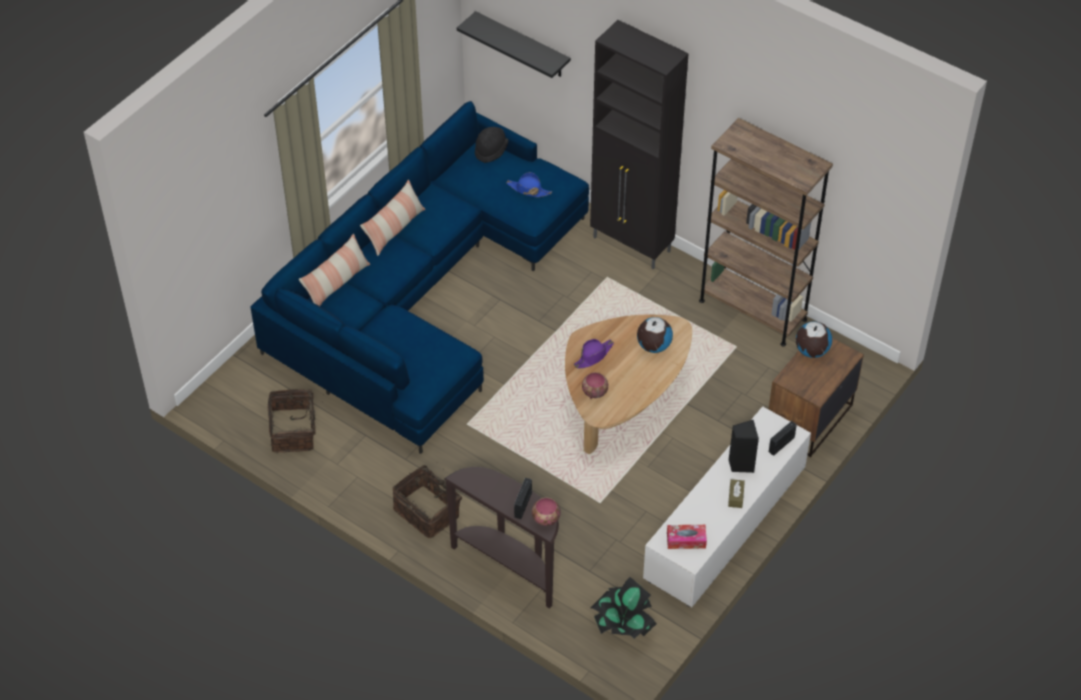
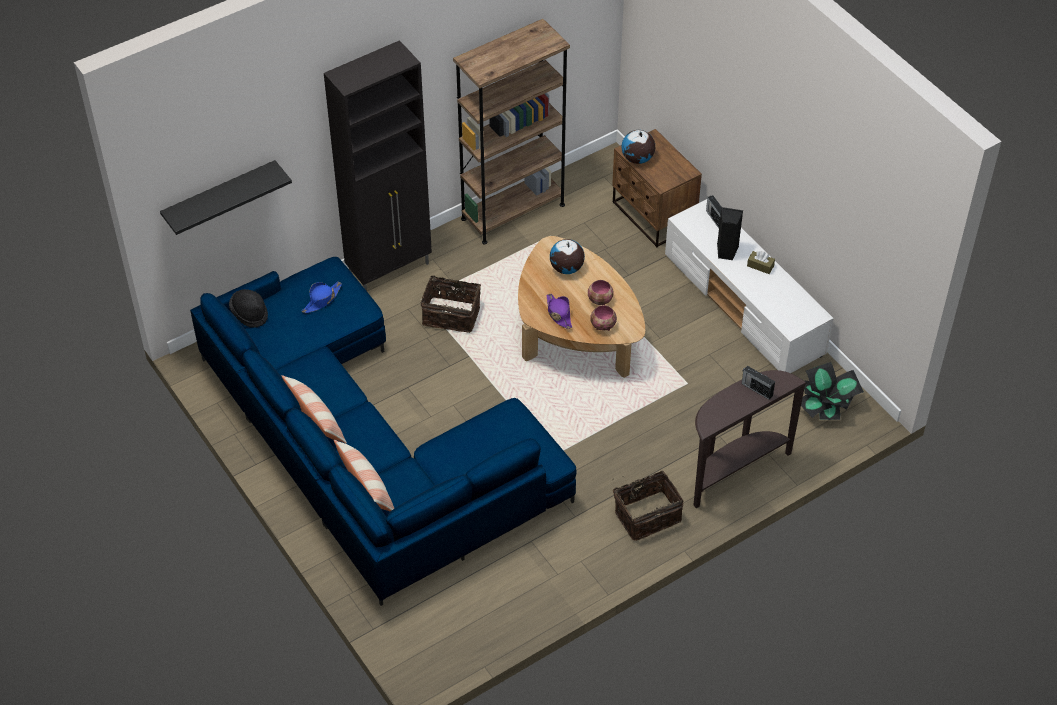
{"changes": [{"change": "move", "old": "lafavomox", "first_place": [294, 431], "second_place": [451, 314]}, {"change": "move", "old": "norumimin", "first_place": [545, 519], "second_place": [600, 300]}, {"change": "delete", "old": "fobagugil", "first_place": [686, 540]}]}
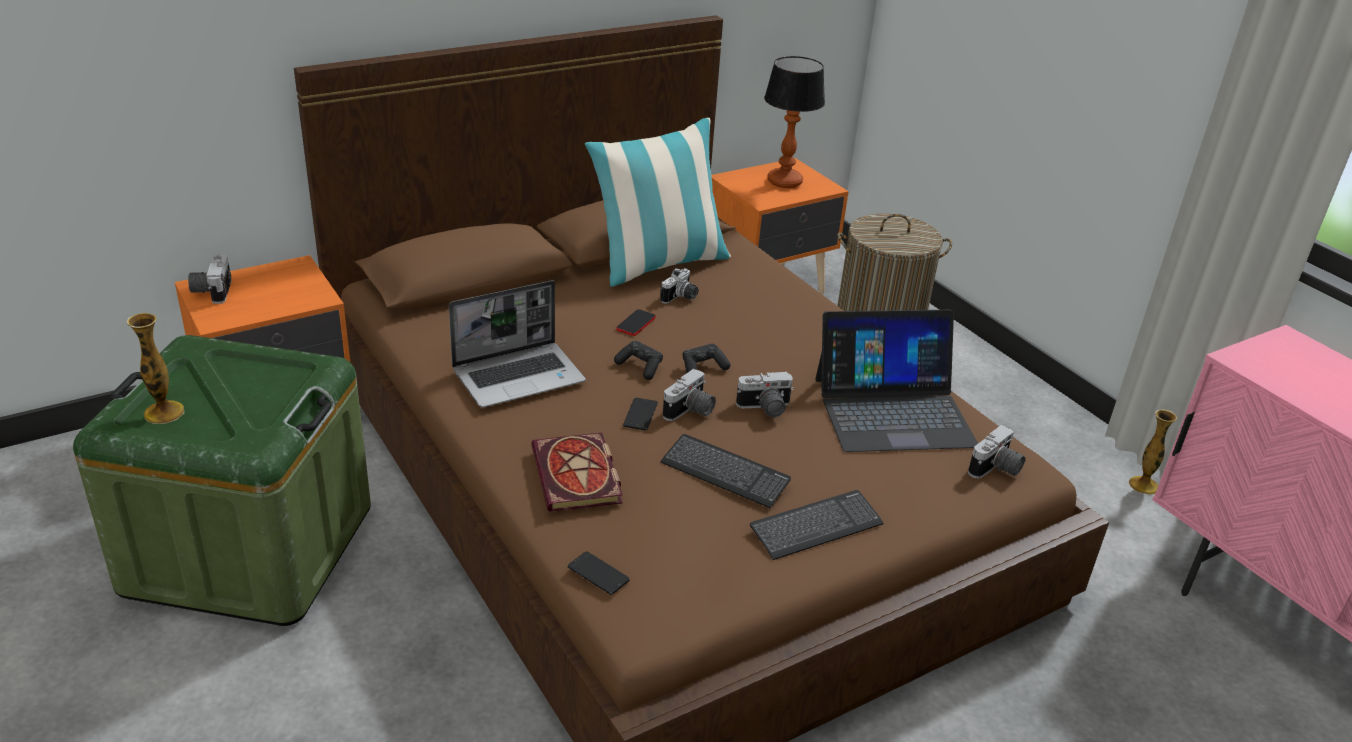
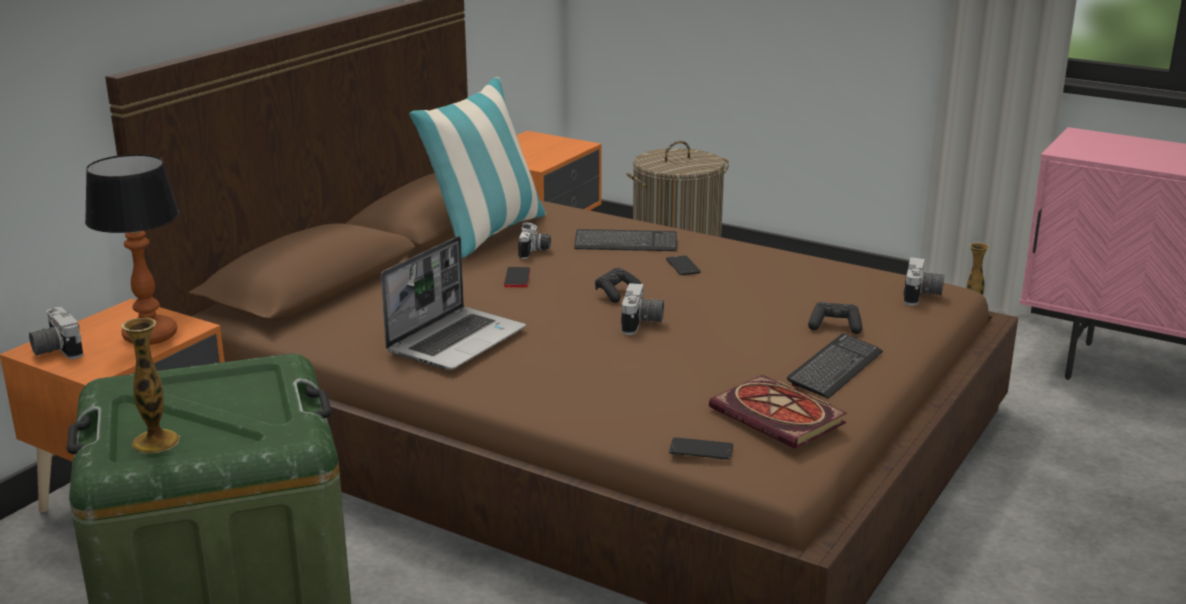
{"changes": [{"change": "move", "old": "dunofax", "first_place": [579, 477], "second_place": [781, 417]}, {"change": "move", "old": "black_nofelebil", "first_place": [640, 367], "second_place": [835, 327]}, {"change": "move", "old": "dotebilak", "first_place": [640, 414], "second_place": [683, 266]}, {"change": "move", "old": "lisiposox", "first_place": [725, 473], "second_place": [625, 243]}, {"change": "delete", "old": "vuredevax", "first_place": [765, 408]}, {"change": "move", "old": "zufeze", "first_place": [785, 182], "second_place": [151, 336]}, {"change": "delete", "old": "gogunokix", "first_place": [893, 411]}]}
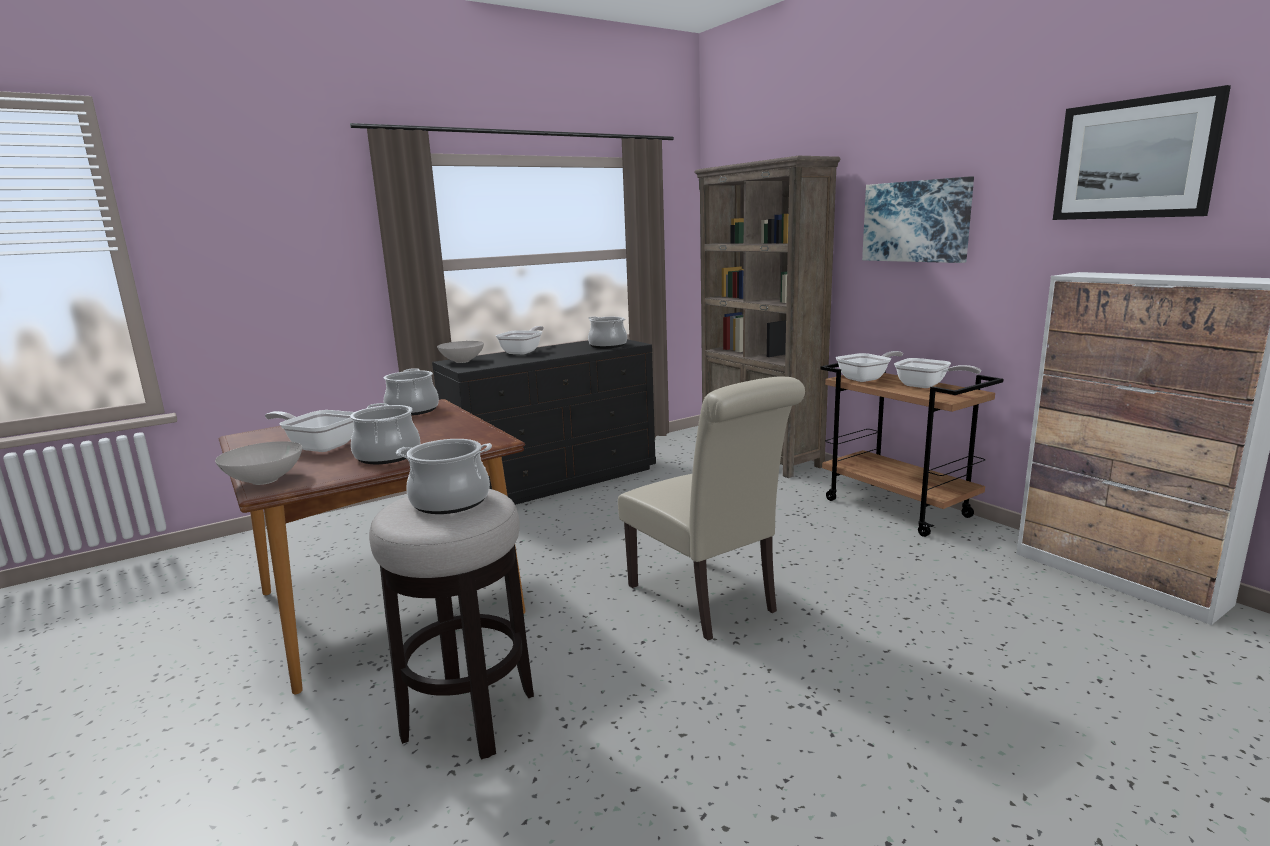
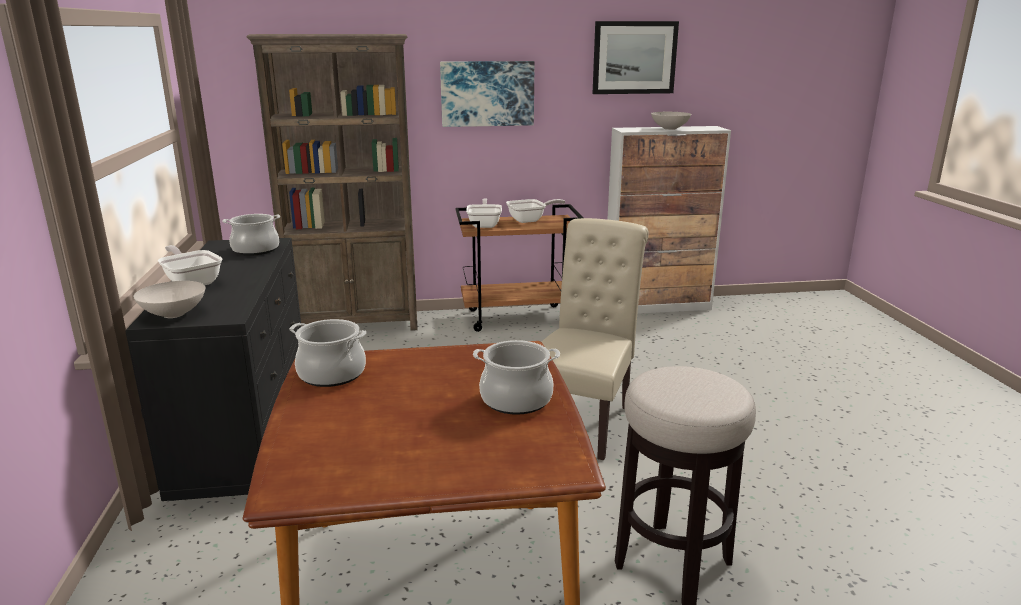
{"changes": [{"change": "move", "old": "white_norumimin", "first_place": [266, 480], "second_place": [670, 128]}, {"change": "delete", "old": "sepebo", "first_place": [319, 446]}, {"change": "delete", "old": "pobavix", "first_place": [450, 502]}, {"change": "rotate", "old": "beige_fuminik", "first_place": [707, 601], "second_place": [583, 420], "degrees": -60}]}
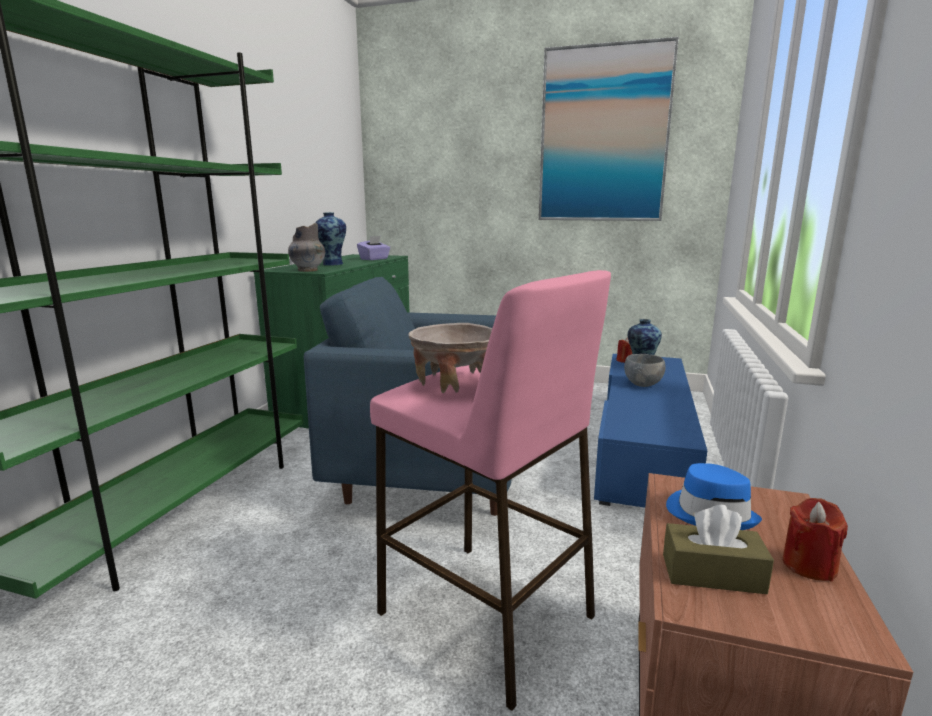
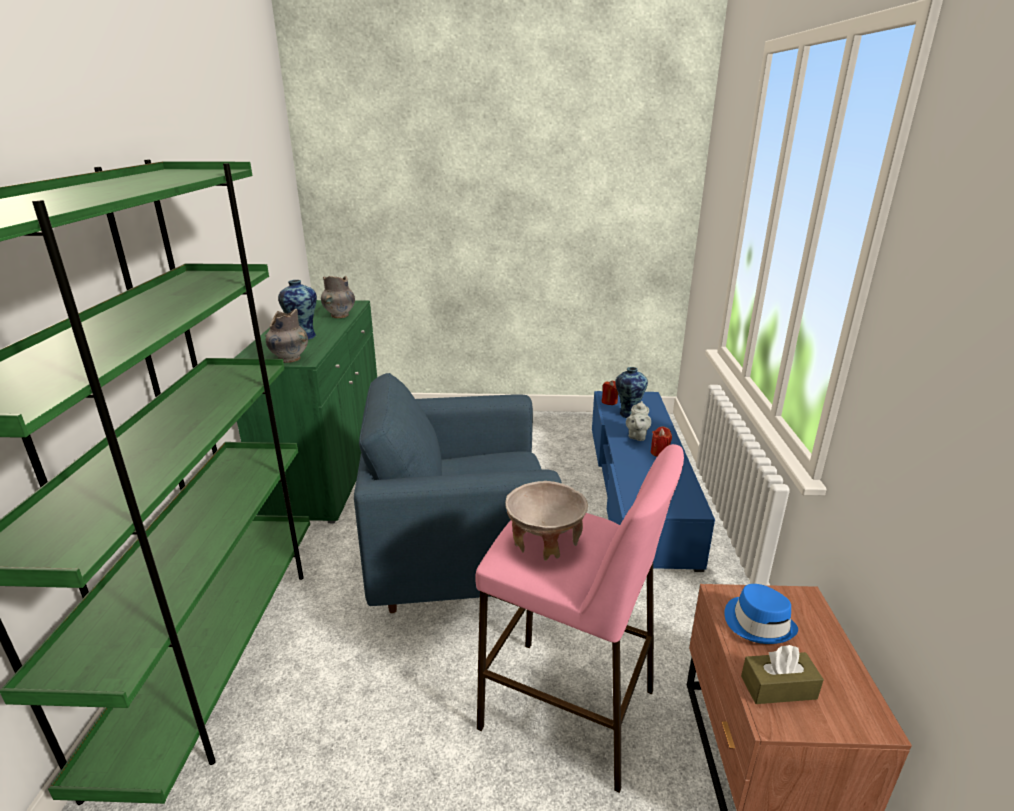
{"changes": [{"change": "replace", "old": "purple_fobagugil", "new": "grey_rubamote", "first_place": [374, 259], "second_place": [340, 315]}, {"change": "delete", "old": "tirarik", "first_place": [603, 135]}, {"change": "replace", "old": "grey_norumimin", "new": "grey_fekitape", "first_place": [643, 384], "second_place": [637, 436]}, {"change": "move", "old": "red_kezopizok", "first_place": [809, 565], "second_place": [659, 452]}]}
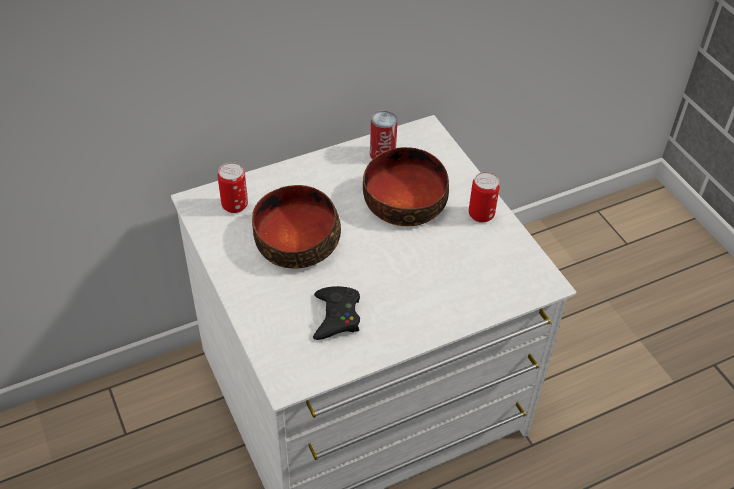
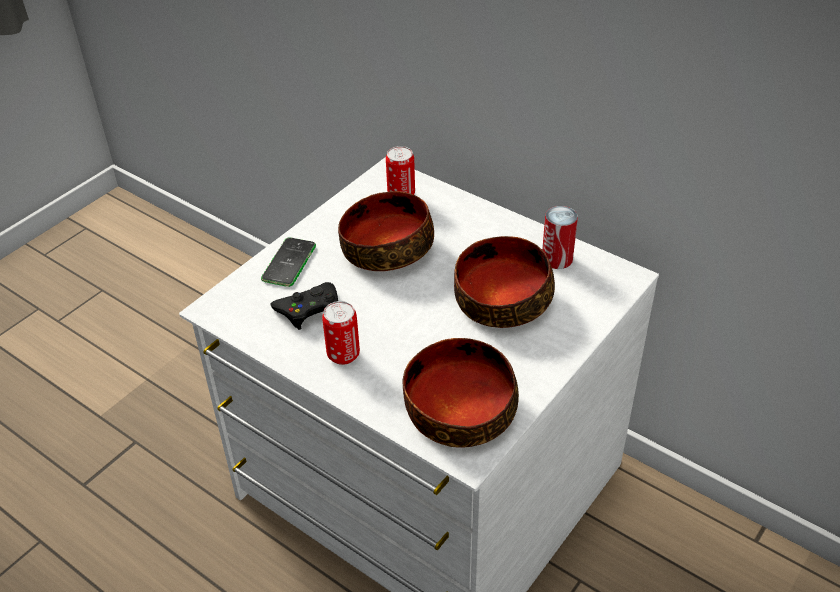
{"changes": [{"change": "move", "old": "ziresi", "first_place": [481, 215], "second_place": [343, 355]}, {"change": "insert", "new": "dotebilak", "second_place": [289, 263]}, {"change": "insert", "new": "norumimin", "second_place": [459, 409]}]}
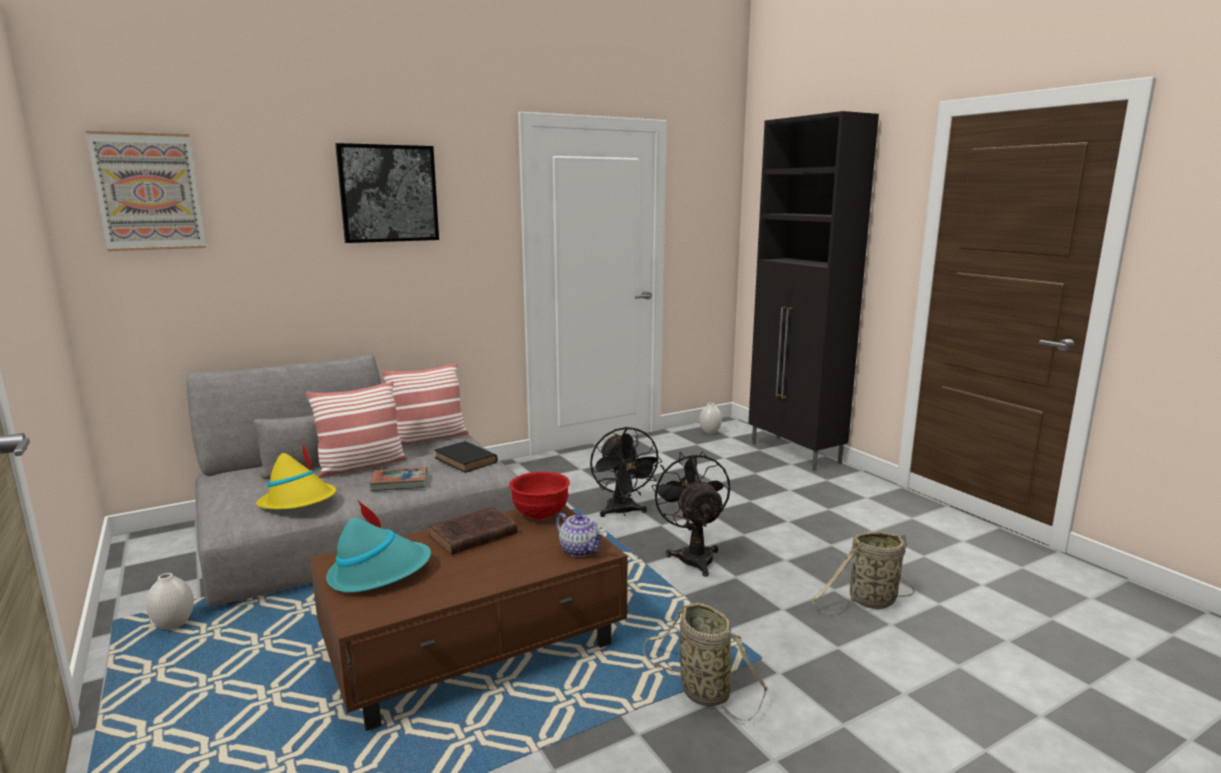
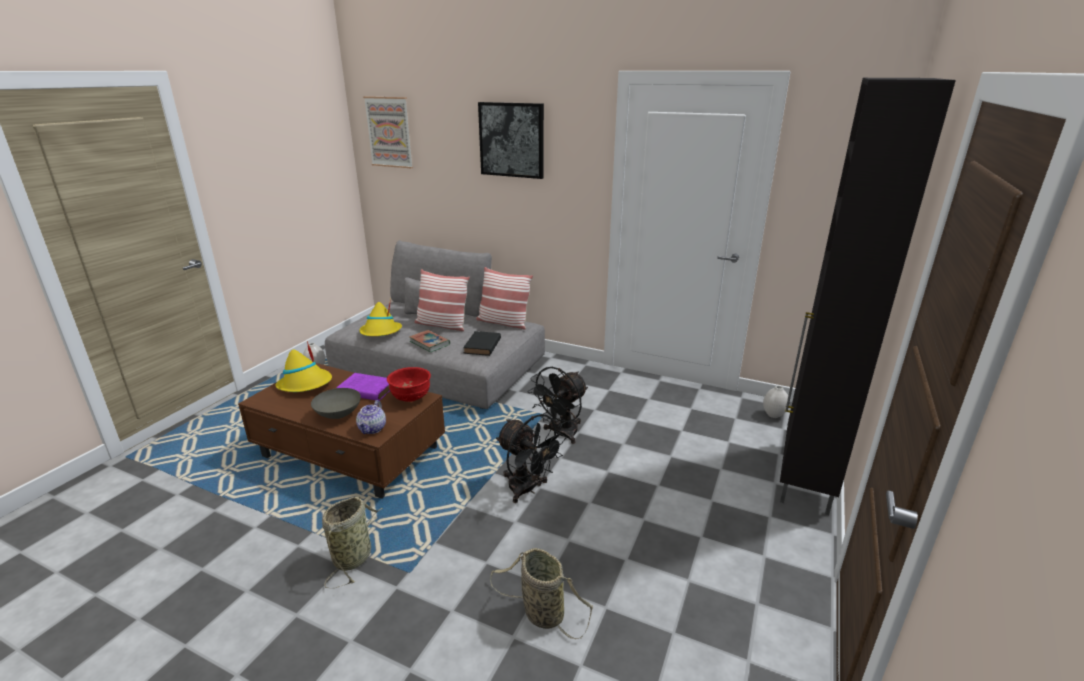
{"changes": [{"change": "recolor", "old": "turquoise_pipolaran", "new": "yellow_pipolaran", "first_place": [379, 572], "second_place": [306, 384]}, {"change": "recolor", "old": "brown_dunofax", "new": "purple_dunofax", "first_place": [471, 536], "second_place": [365, 390]}, {"change": "rotate", "old": "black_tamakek", "first_place": [693, 555], "second_place": [528, 489], "degrees": 90}, {"change": "insert", "new": "grey_norumimin", "second_place": [338, 415]}]}
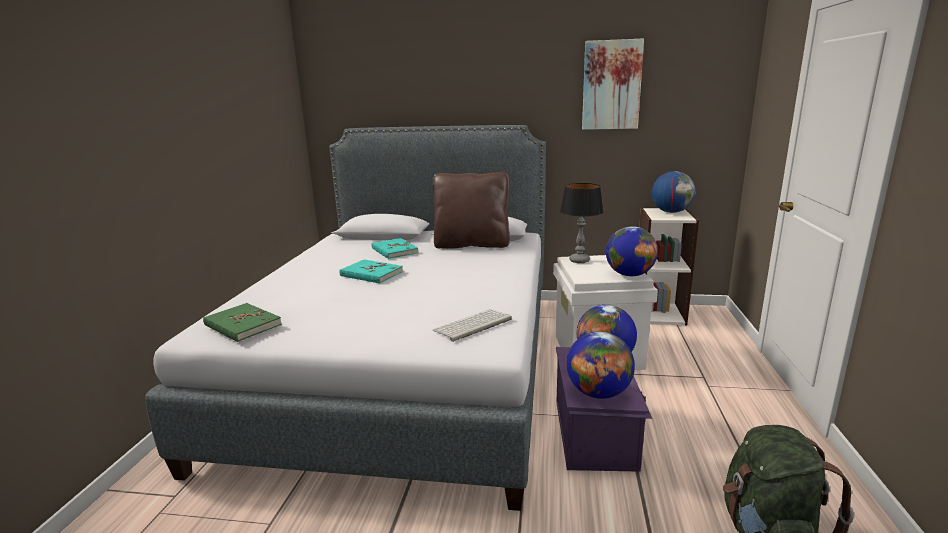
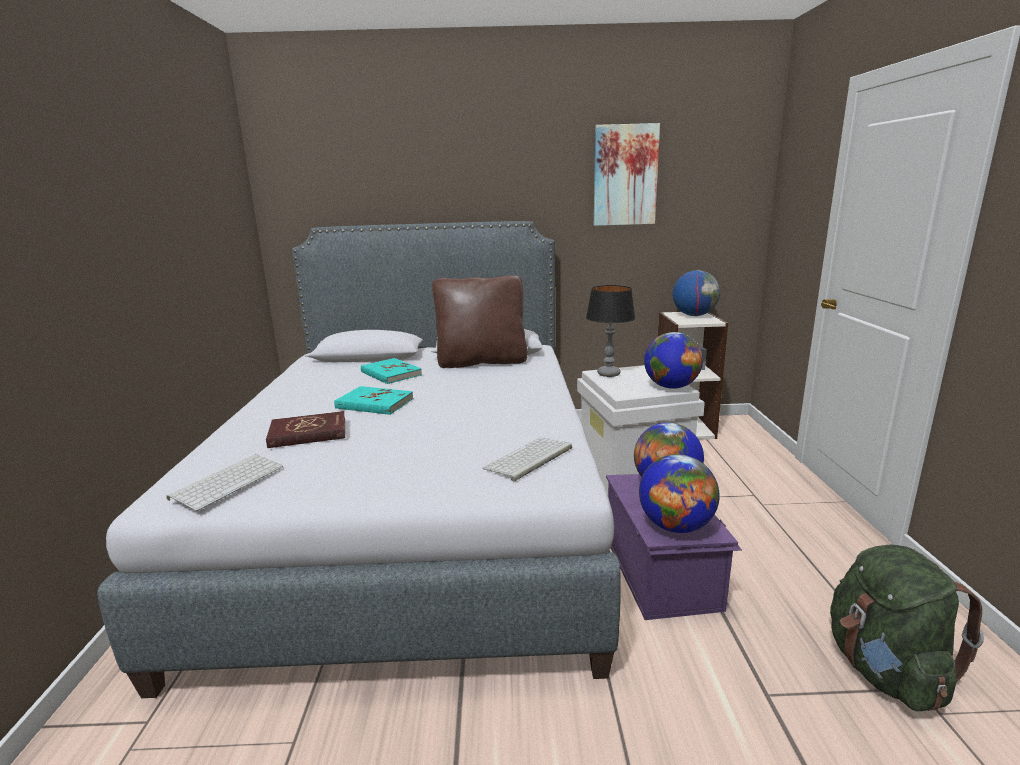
{"changes": [{"change": "replace", "old": "green_dunofax", "new": "lisiposox", "first_place": [242, 325], "second_place": [228, 481]}, {"change": "insert", "new": "red_dunofax", "second_place": [308, 433]}]}
